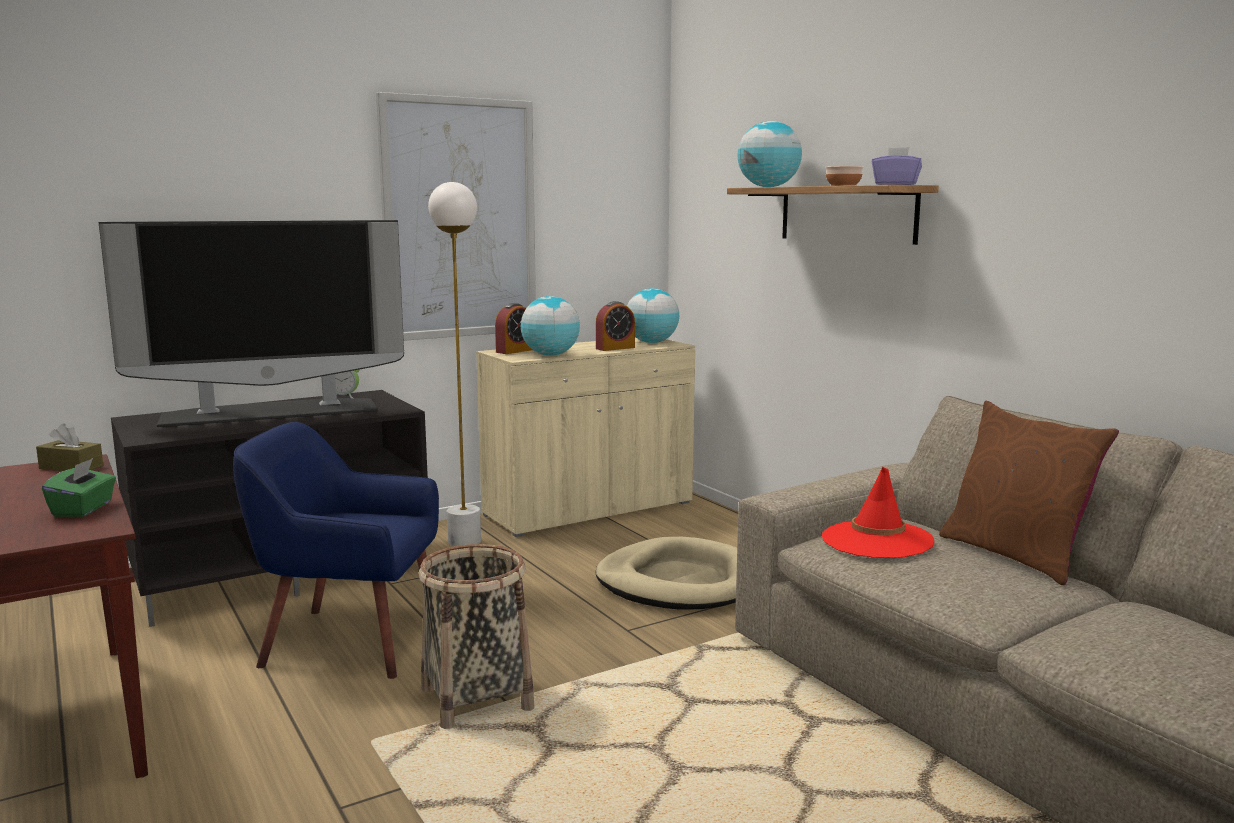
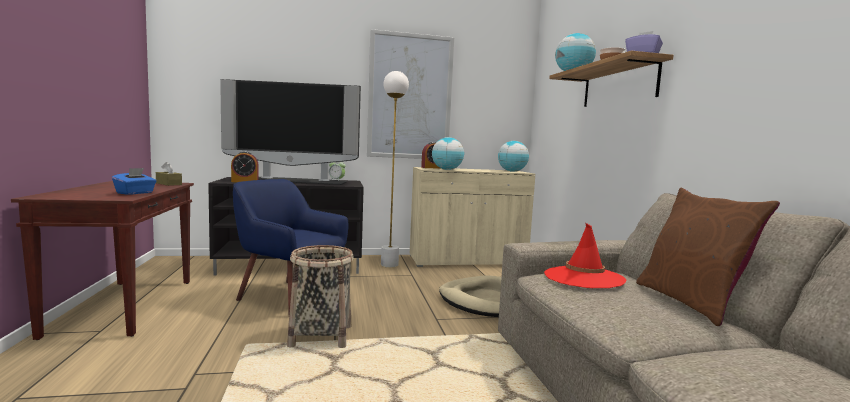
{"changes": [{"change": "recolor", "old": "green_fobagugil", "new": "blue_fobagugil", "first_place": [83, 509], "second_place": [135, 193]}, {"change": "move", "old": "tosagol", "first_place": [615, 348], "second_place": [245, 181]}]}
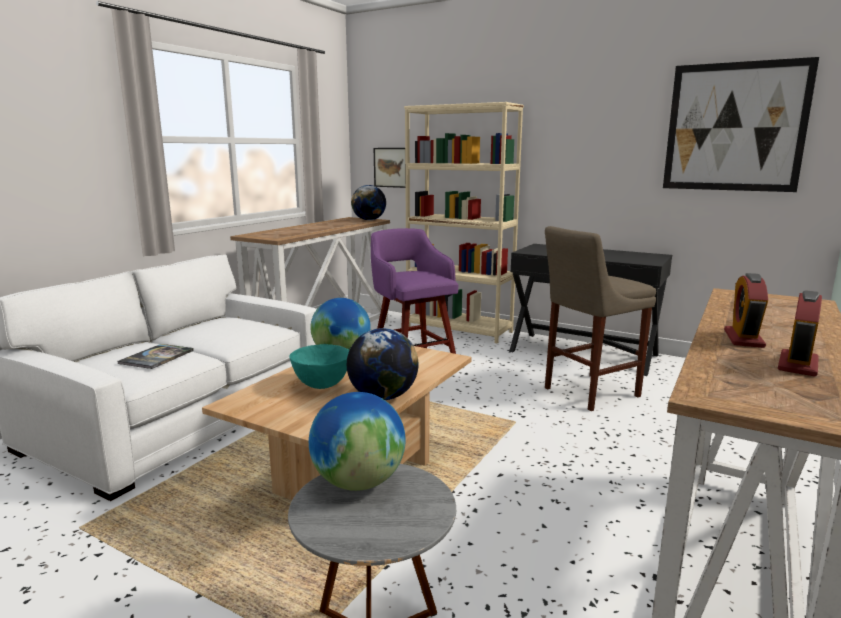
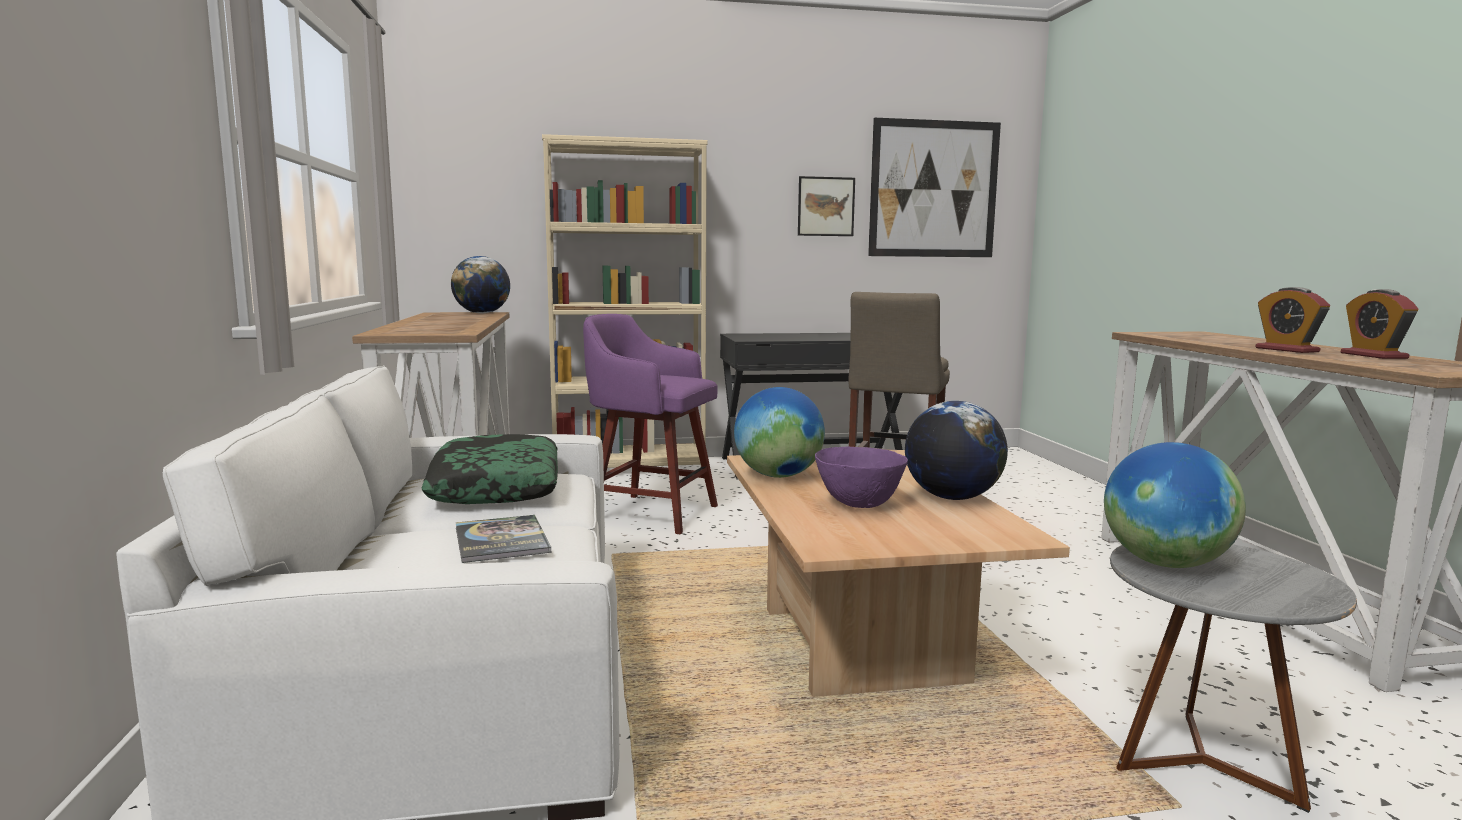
{"changes": [{"change": "recolor", "old": "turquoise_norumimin", "new": "purple_norumimin", "first_place": [322, 385], "second_place": [859, 504]}, {"change": "move", "old": "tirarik", "first_place": [390, 167], "second_place": [826, 206]}, {"change": "insert", "new": "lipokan", "second_place": [496, 487]}]}
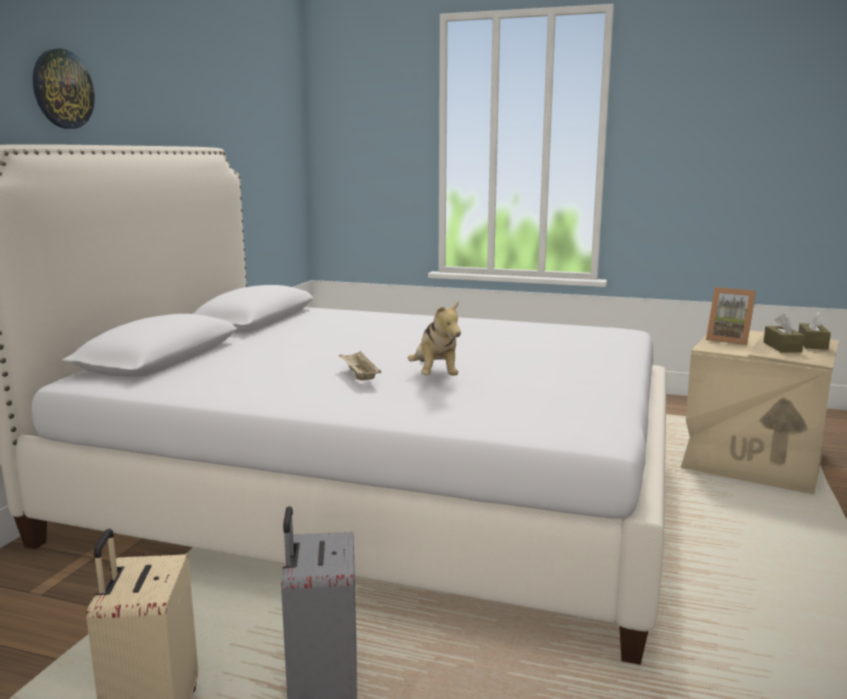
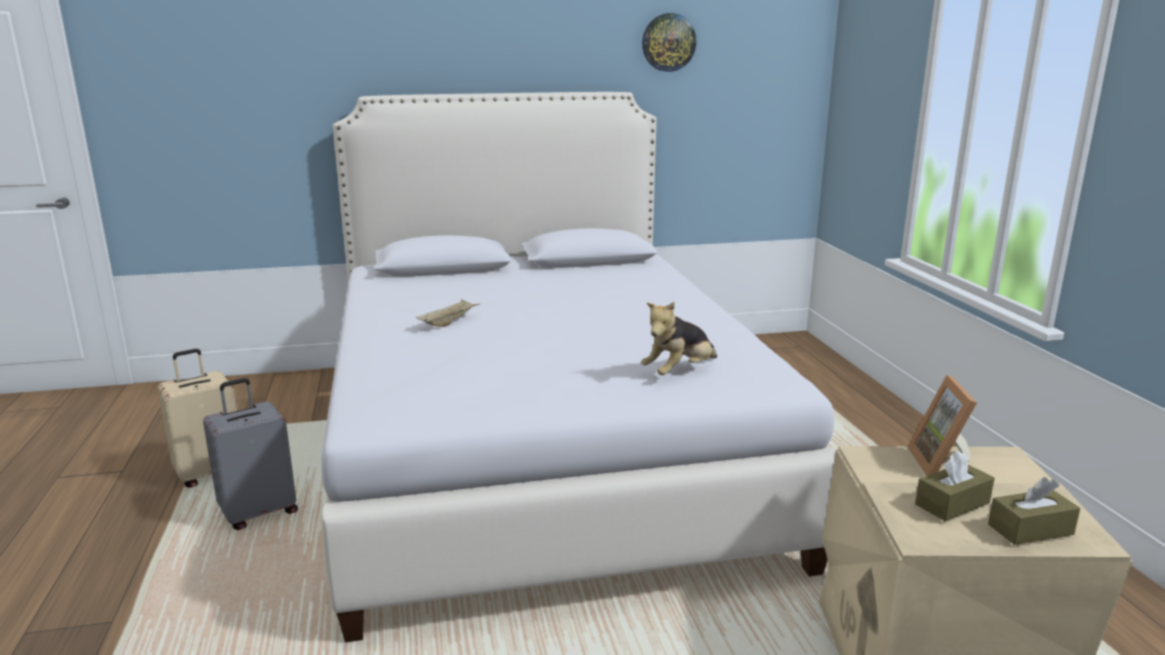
{"changes": [{"change": "move", "old": "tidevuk", "first_place": [62, 89], "second_place": [668, 42]}, {"change": "move", "old": "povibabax", "first_place": [435, 376], "second_place": [679, 372]}]}
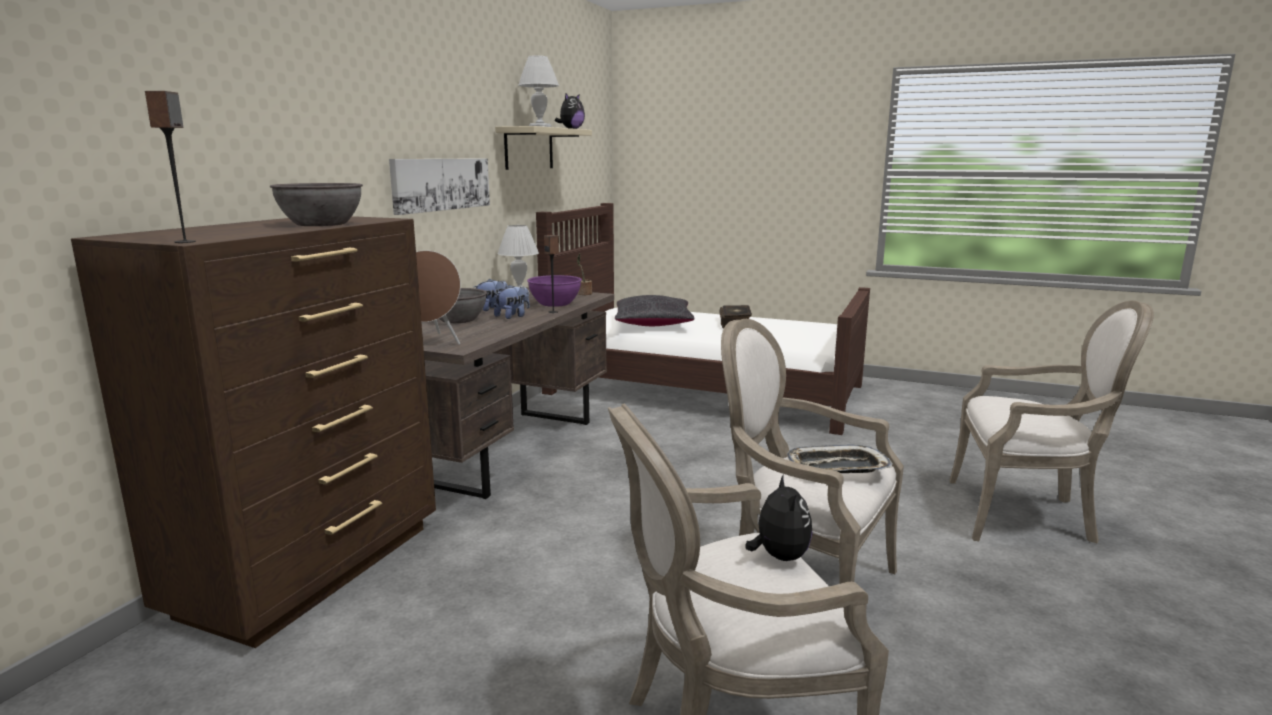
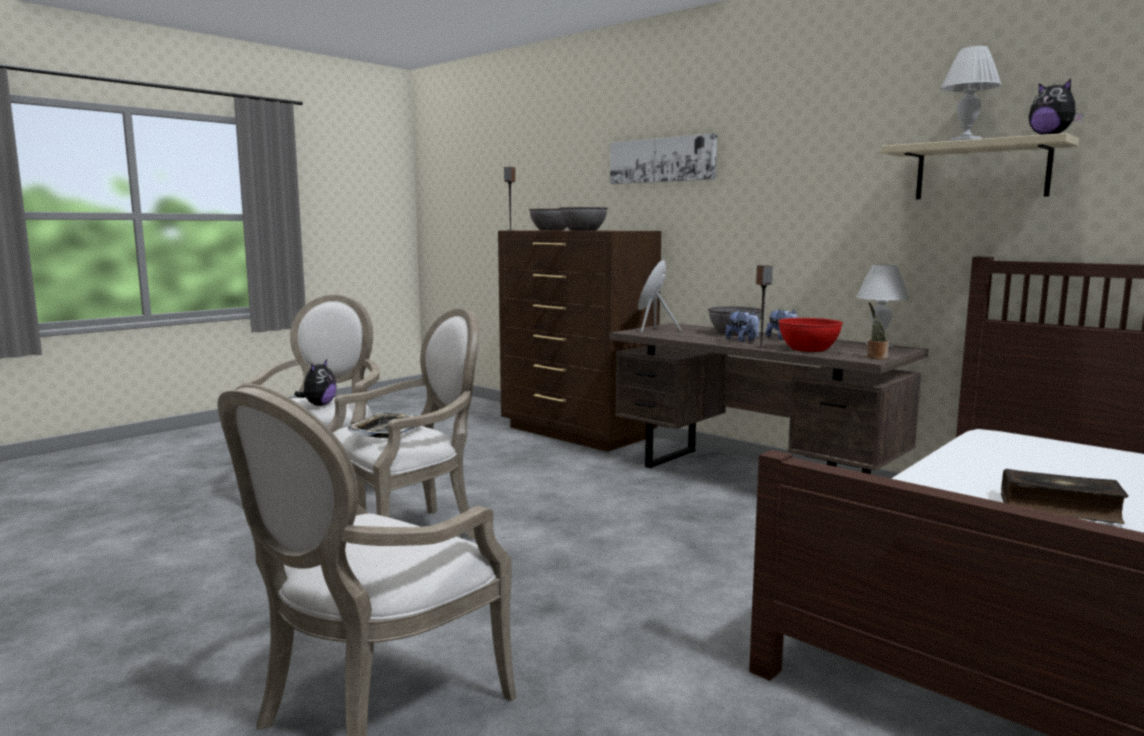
{"changes": [{"change": "move", "old": "tirarik", "first_place": [441, 184], "second_place": [662, 160]}, {"change": "recolor", "old": "purple_norumimin", "new": "red_norumimin", "first_place": [555, 303], "second_place": [808, 349]}, {"change": "delete", "old": "black_lipokan", "first_place": [653, 324]}, {"change": "rotate", "old": "povibabax", "first_place": [778, 556], "second_place": [319, 405], "degrees": -90}, {"change": "insert", "new": "grey_norumimin", "second_place": [551, 230]}]}
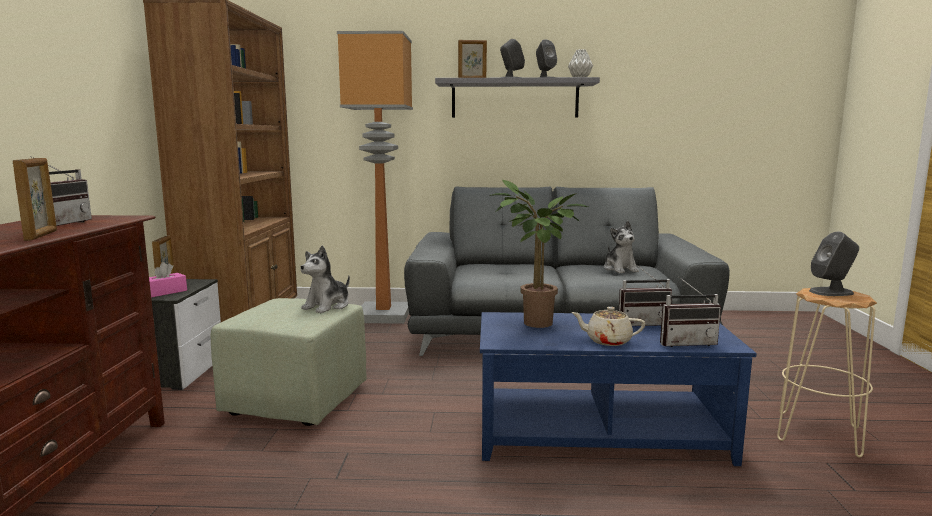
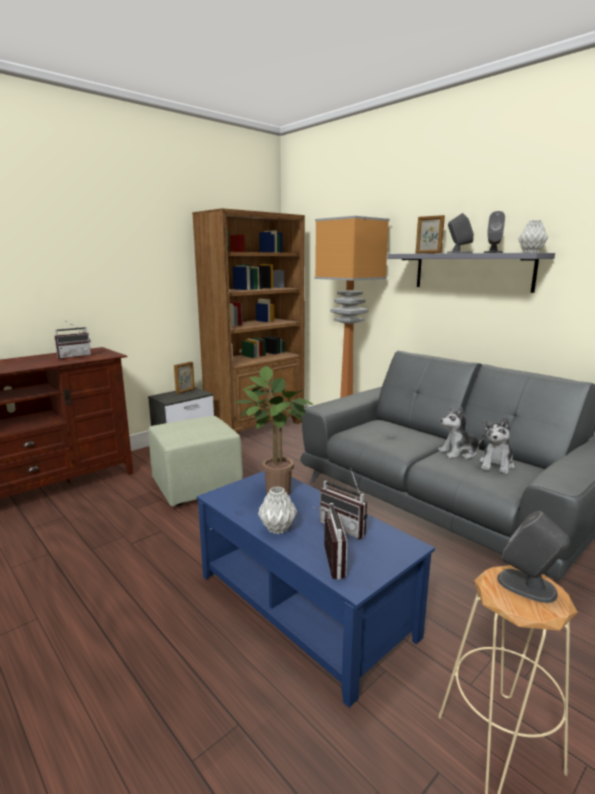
{"changes": [{"change": "delete", "old": "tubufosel", "first_place": [41, 235]}, {"change": "delete", "old": "pink_fobagugil", "first_place": [165, 292]}, {"change": "move", "old": "povibabax", "first_place": [327, 306], "second_place": [459, 453]}, {"change": "replace", "old": "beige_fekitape", "new": "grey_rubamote", "first_place": [607, 341], "second_place": [278, 529]}, {"change": "rotate", "old": "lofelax", "first_place": [686, 342], "second_place": [327, 562], "degrees": -135}]}
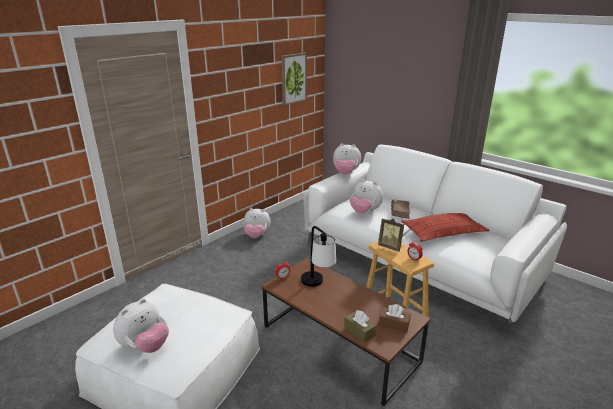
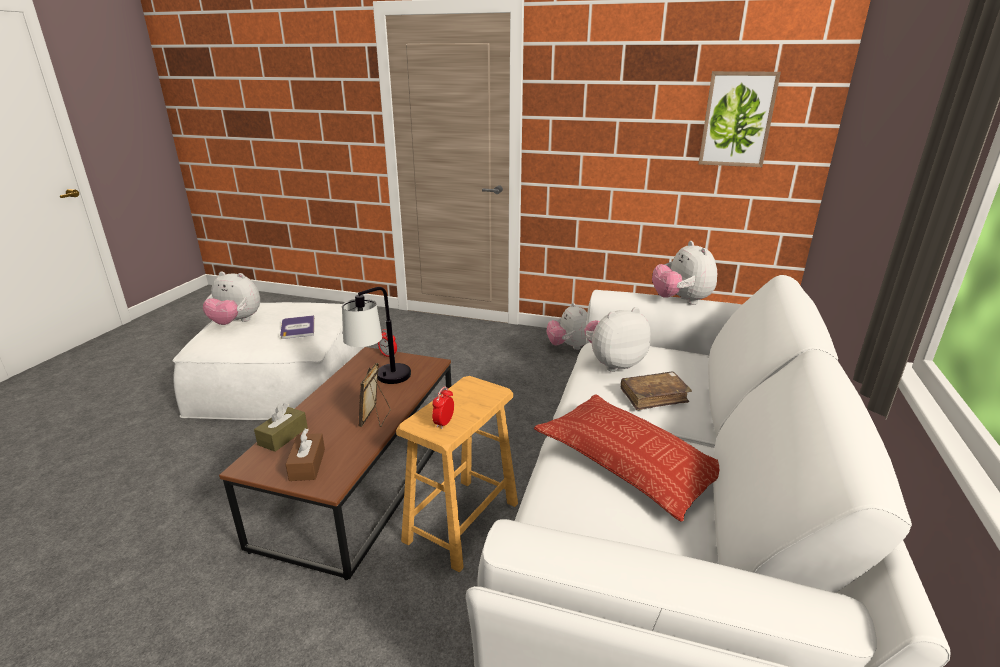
{"changes": [{"change": "rotate", "old": "povibabax", "first_place": [365, 212], "second_place": [613, 364], "degrees": 60}, {"change": "move", "old": "tubufosel", "first_place": [390, 247], "second_place": [376, 418]}, {"change": "insert", "new": "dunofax", "second_place": [298, 328]}]}
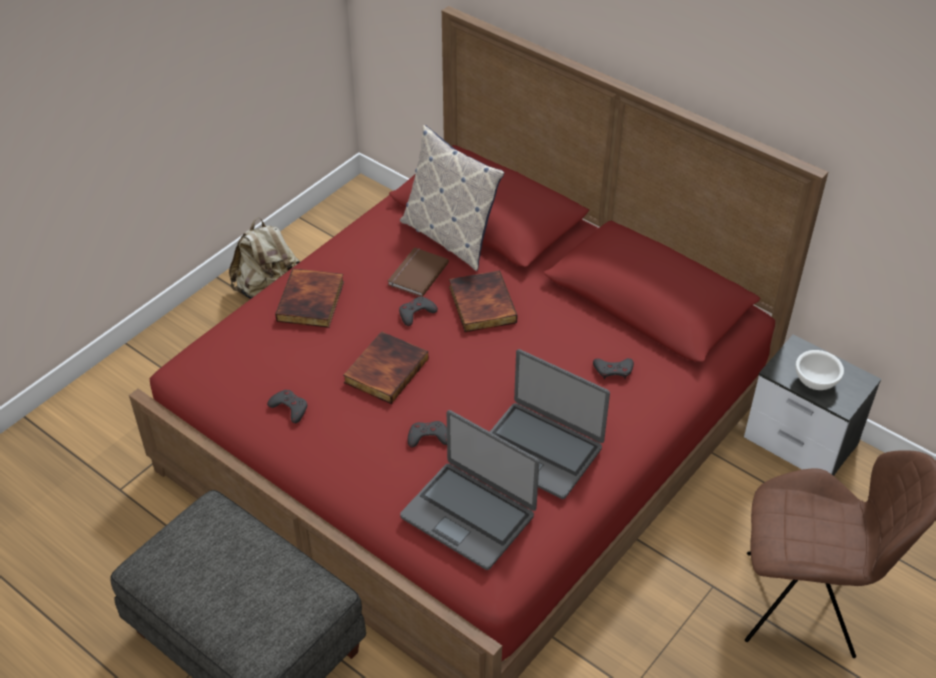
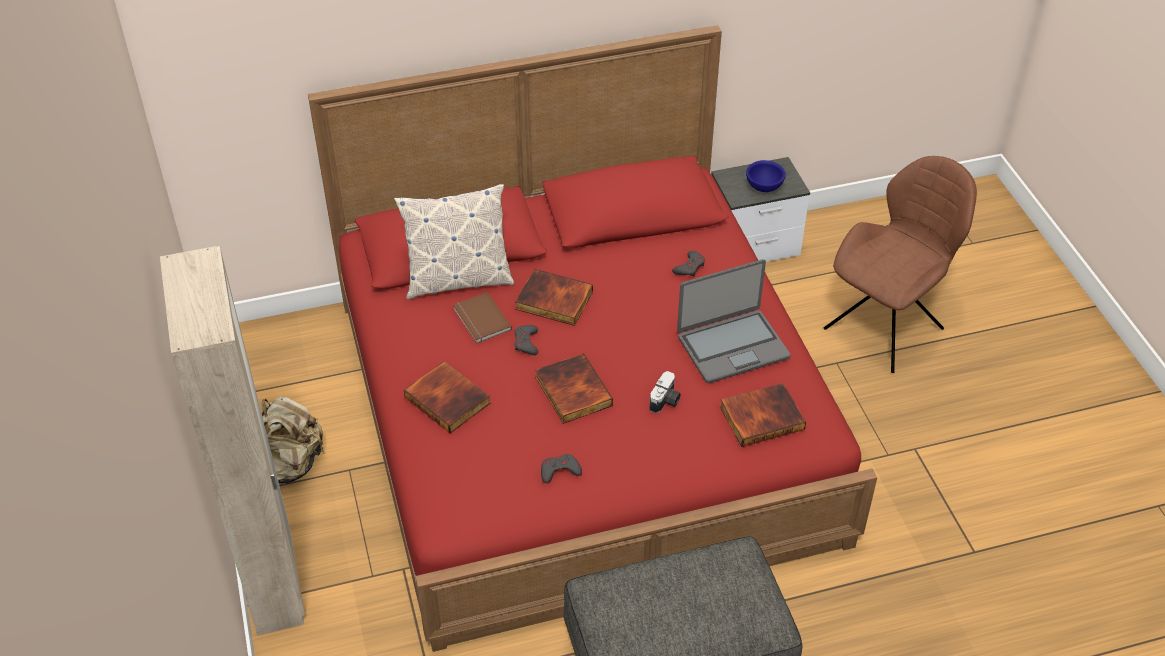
{"changes": [{"change": "replace", "old": "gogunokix", "new": "dunofax", "first_place": [469, 515], "second_place": [761, 416]}, {"change": "replace", "old": "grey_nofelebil", "new": "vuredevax", "first_place": [428, 437], "second_place": [666, 401]}, {"change": "recolor", "old": "white_norumimin", "new": "blue_norumimin", "first_place": [816, 382], "second_place": [764, 186]}, {"change": "insert", "new": "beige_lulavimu", "second_place": [275, 582]}]}
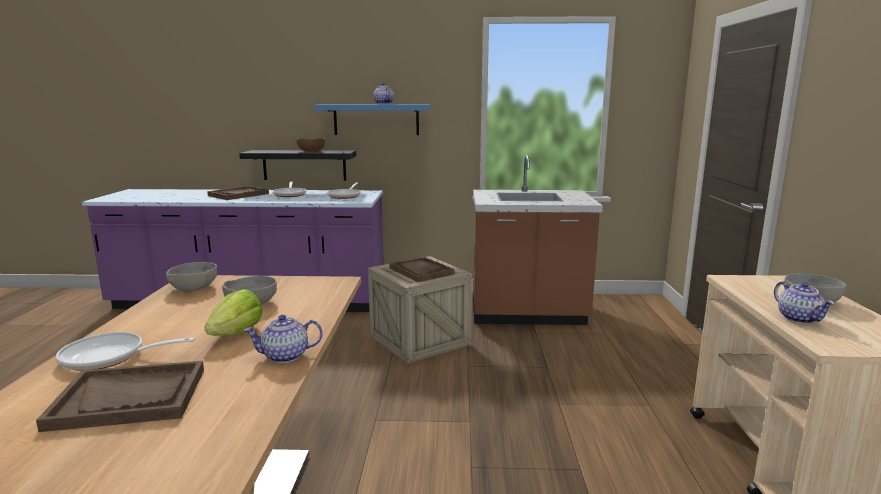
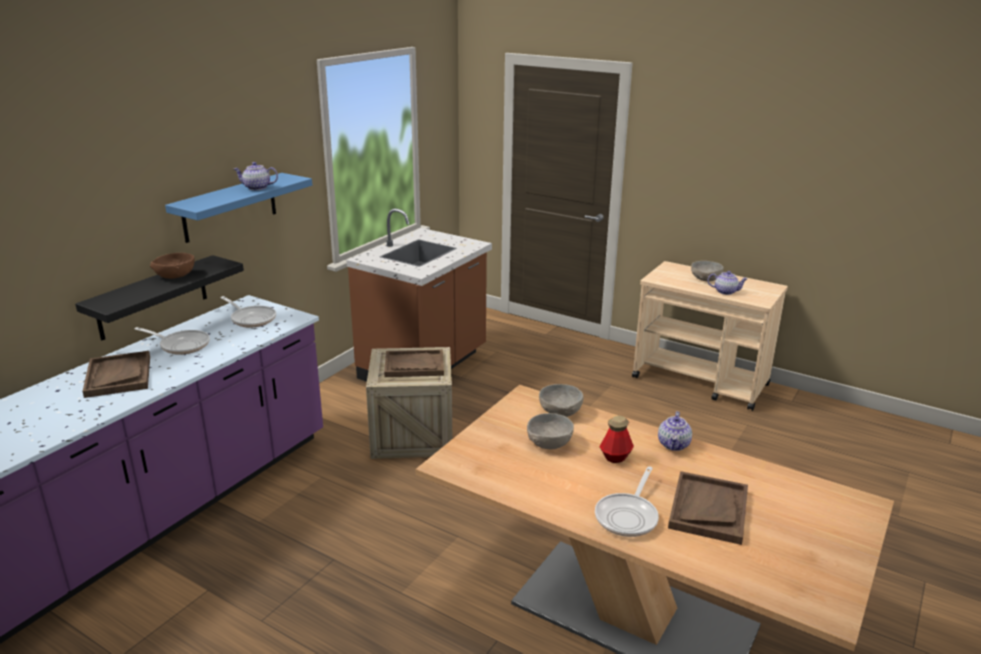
{"changes": [{"change": "move", "old": "grey_norumimin", "first_place": [193, 288], "second_place": [560, 411]}, {"change": "replace", "old": "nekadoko", "new": "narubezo", "first_place": [237, 333], "second_place": [615, 457]}]}
